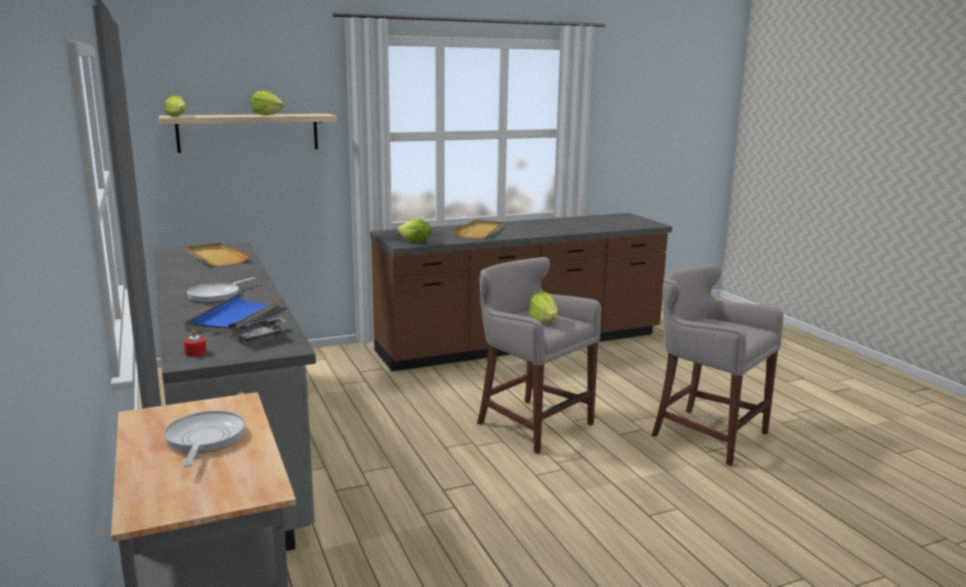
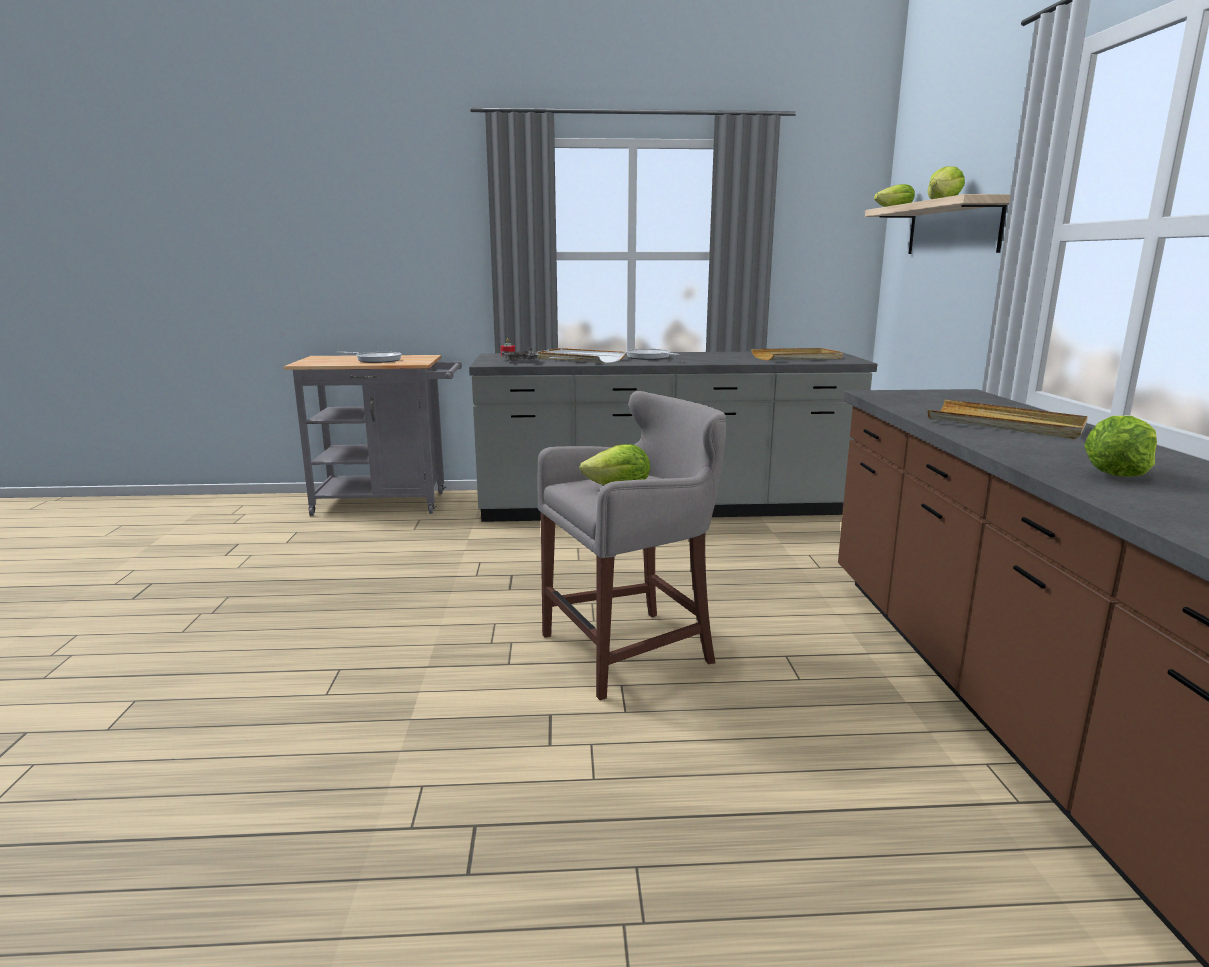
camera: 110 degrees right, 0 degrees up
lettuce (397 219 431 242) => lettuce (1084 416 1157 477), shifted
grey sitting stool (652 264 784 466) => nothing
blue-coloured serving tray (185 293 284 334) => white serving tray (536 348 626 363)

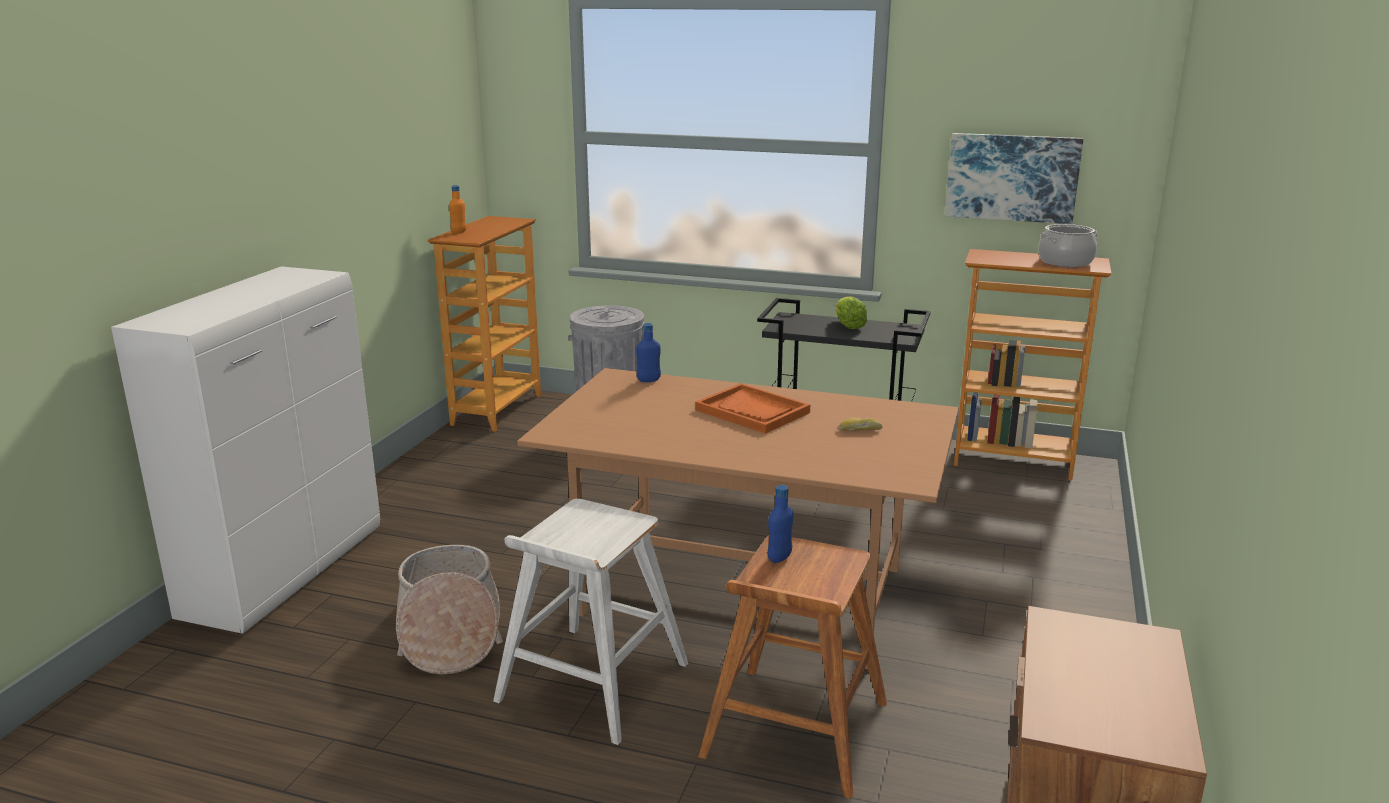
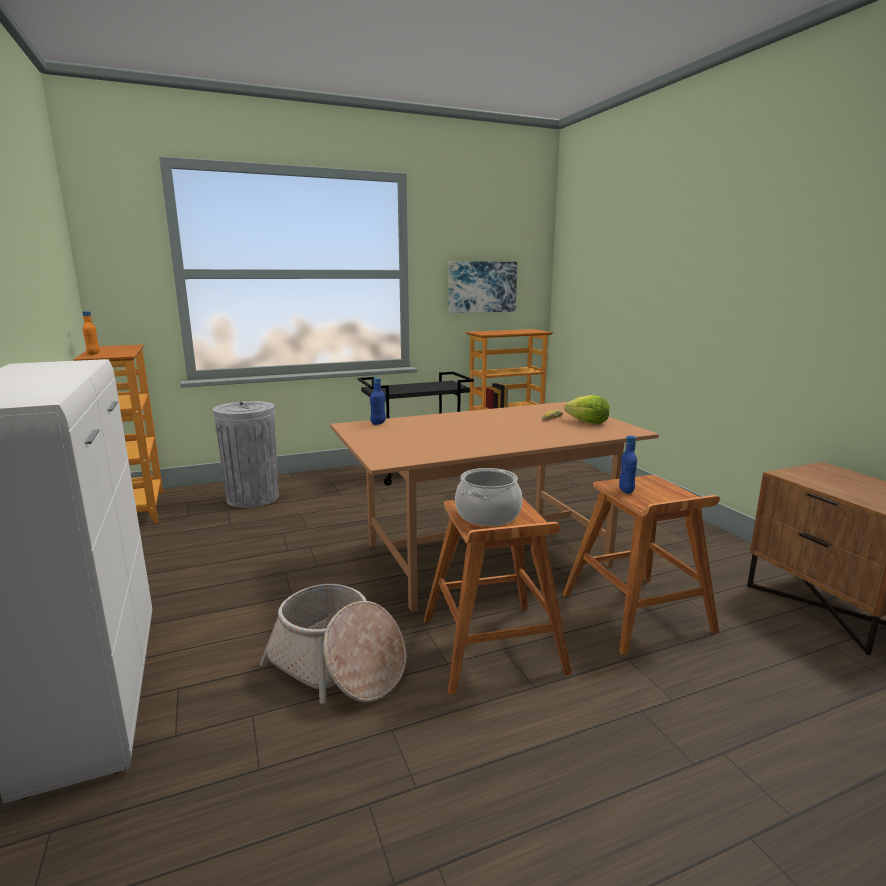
camera: 40 degrees left, 5 degrees down
stockpot (1038 224 1098 267) => stockpot (455 468 522 526), shifted
lettuce (836 296 867 329) => lettuce (564 395 609 424), shifted
orange serving tray (695 383 810 434) => nothing
white sitting stool (493 499 688 745) => brown-coloured sitting stool (424 497 572 695)

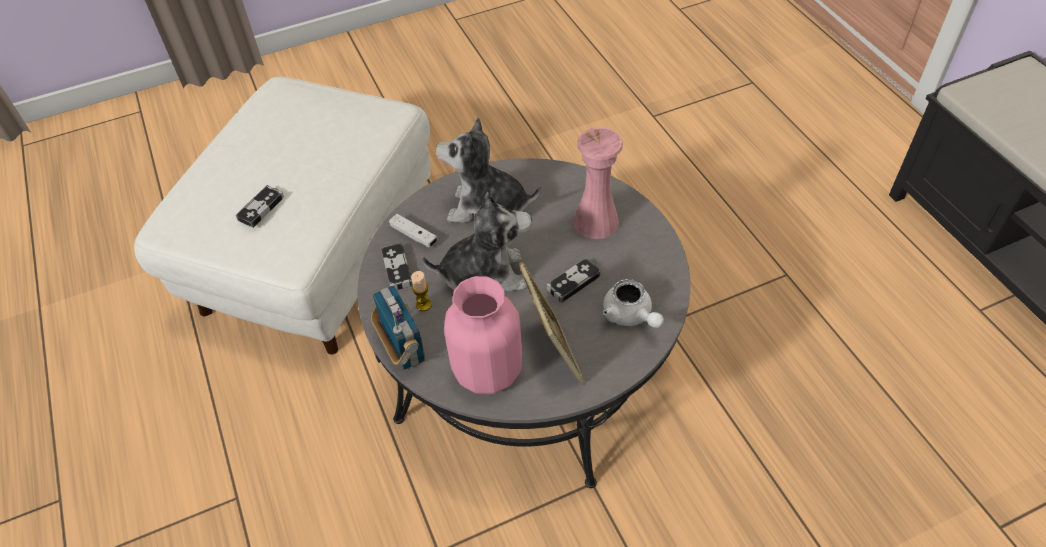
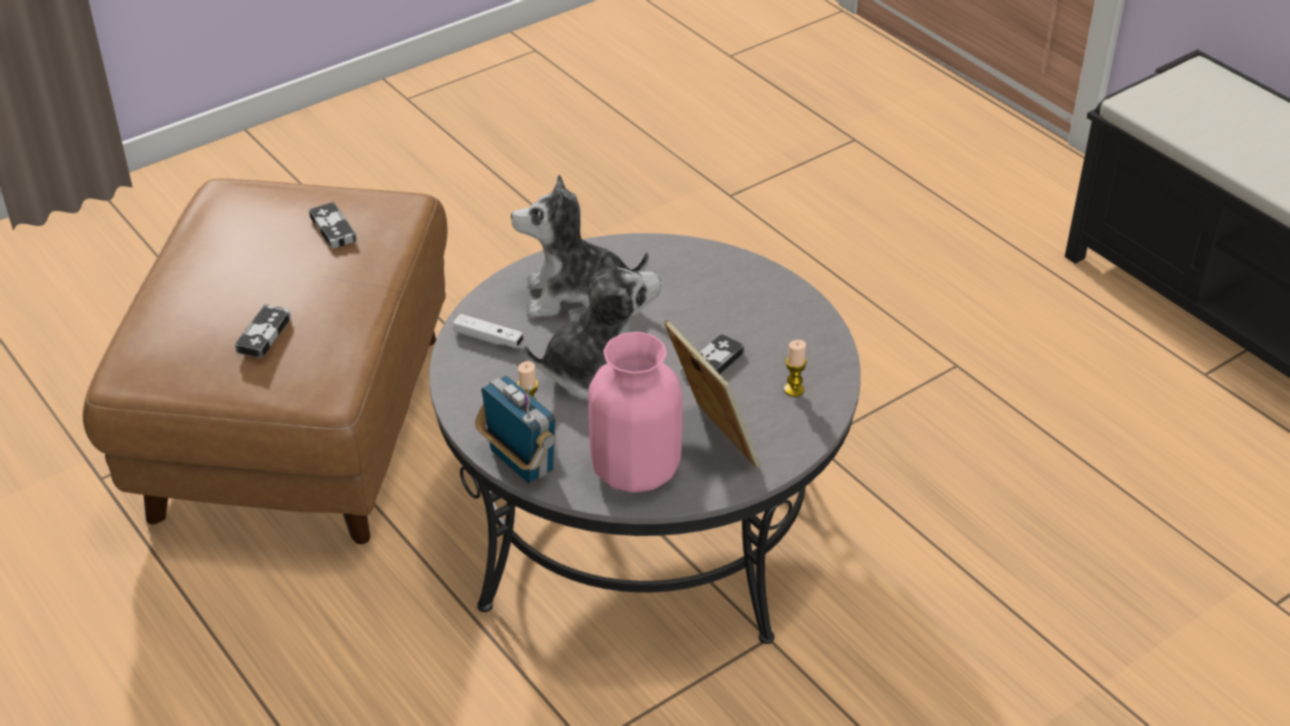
camera: 15 degrees left, 10 degrees down
white pouffe (134 77 430 355) => brown-coloured pouffe (83 178 447 544)
pinkish decorative vase (573 127 623 239) => nothing
game controller (381 243 413 290) => game controller (309 202 357 249), shifted
white pot for tea (603 279 664 328) => wax candle (784 340 807 397)

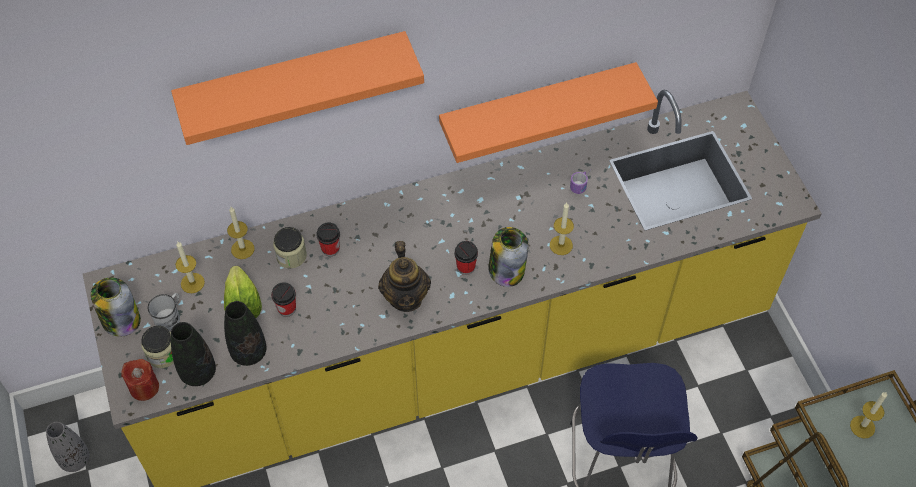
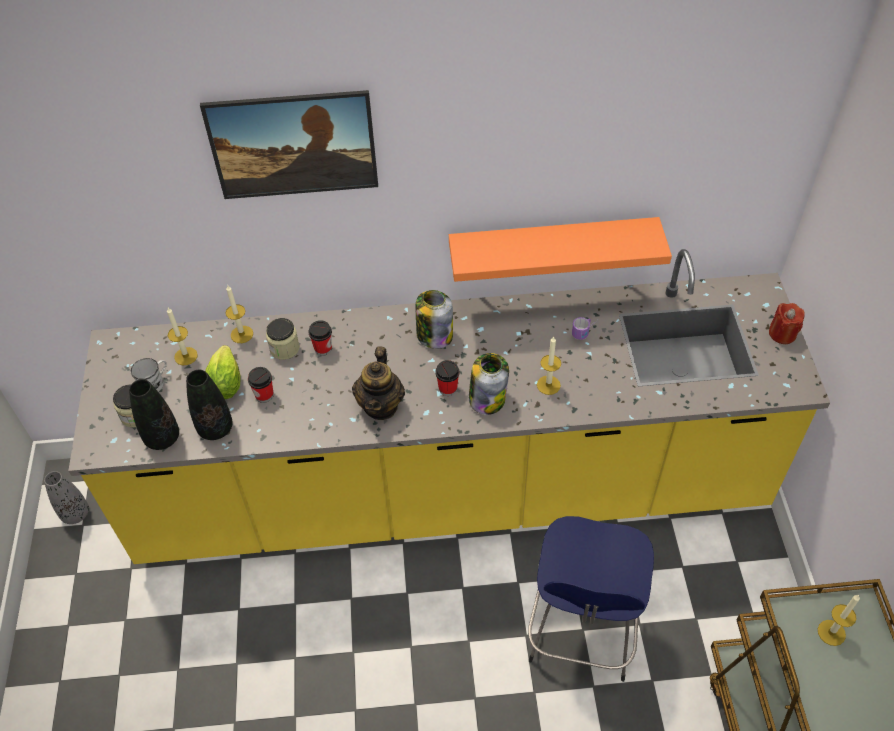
camera: 15 degrees right, 5 degrees down
orange shelf (171 31 424 145) => wall picture (200 90 378 199)
storage jar (91 277 141 337) => storage jar (416 290 453 349), shifted
red-coloured wax candle (121 359 159 401) => red-coloured wax candle (769 303 805 344), shifted

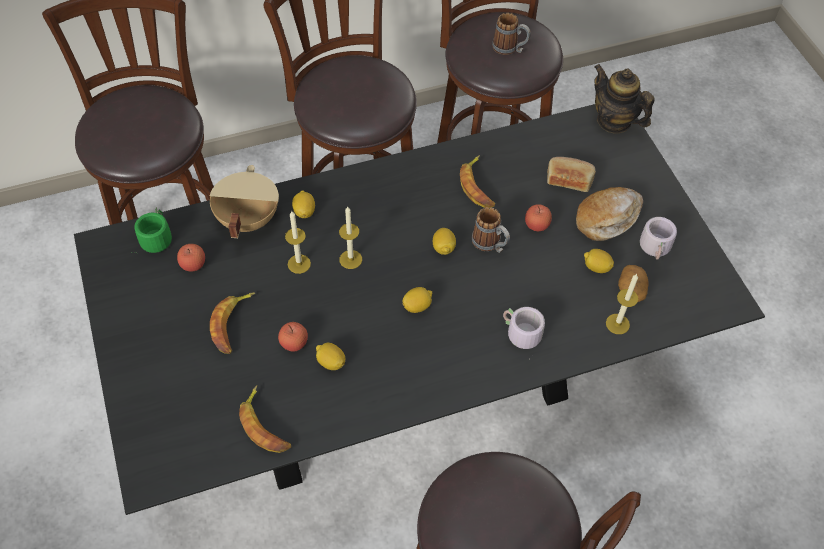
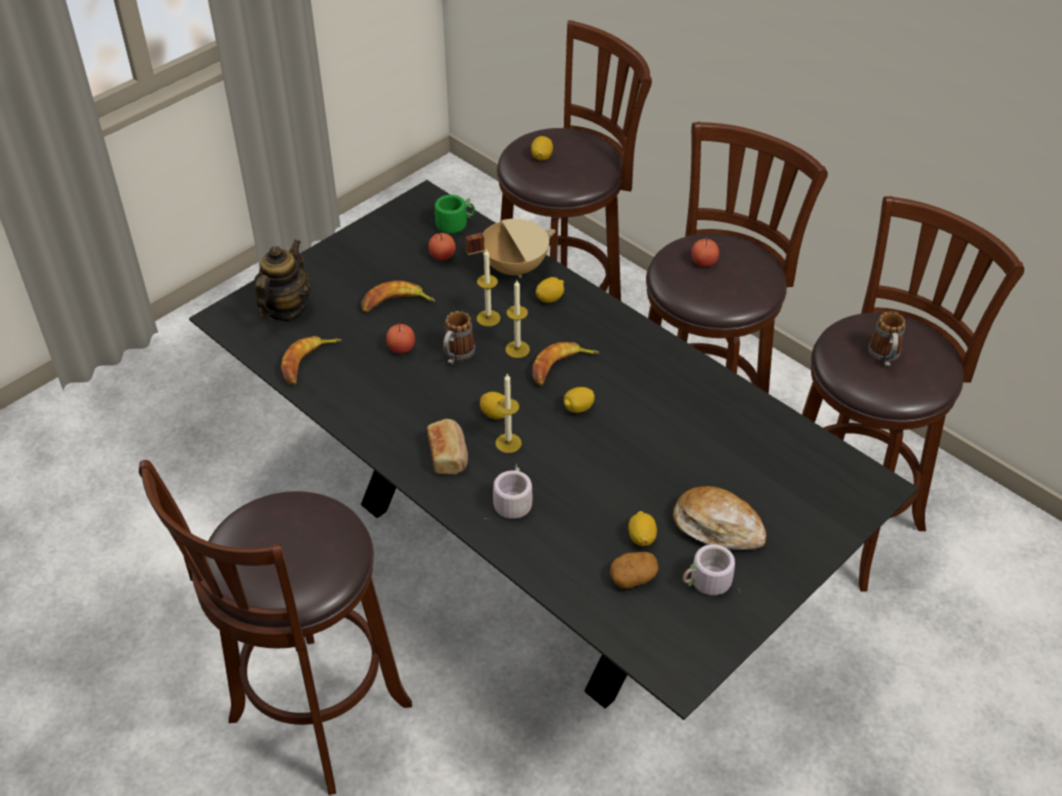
camera: 65 degrees right, 10 degrees down
pot for tea (594 64 655 134) => pot for tea (253 240 311 321), shifted
banana fruit (460 155 495 208) => banana fruit (532 342 600 386), shifted
baked bread (547 157 596 192) => baked bread (427 419 468 475), shifted
apple fruit (525 204 552 231) => apple fruit (691 236 719 267), shifted
coffee mug (472 207 510 253) => coffee mug (443 311 475 364), shifted
wax candle (606 274 638 334) => wax candle (495 374 522 453), shifted
citrus fruit (316 343 345 370) => citrus fruit (531 136 553 160), shifted

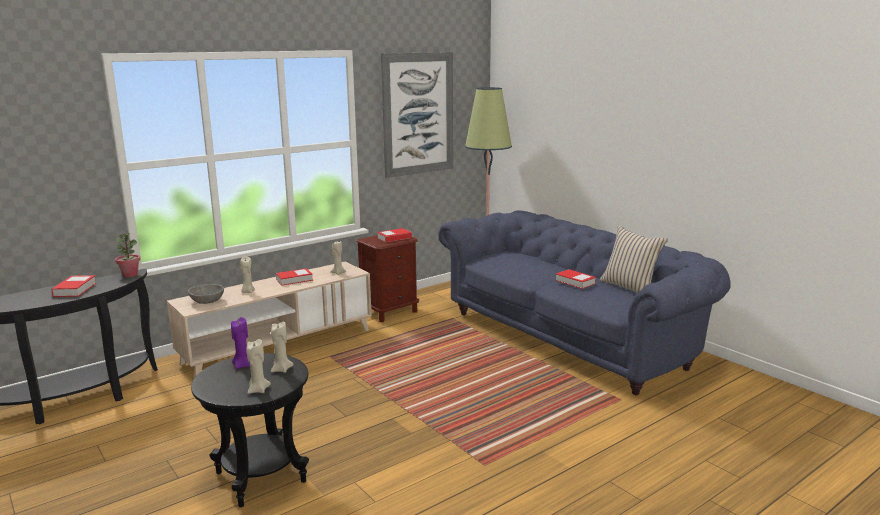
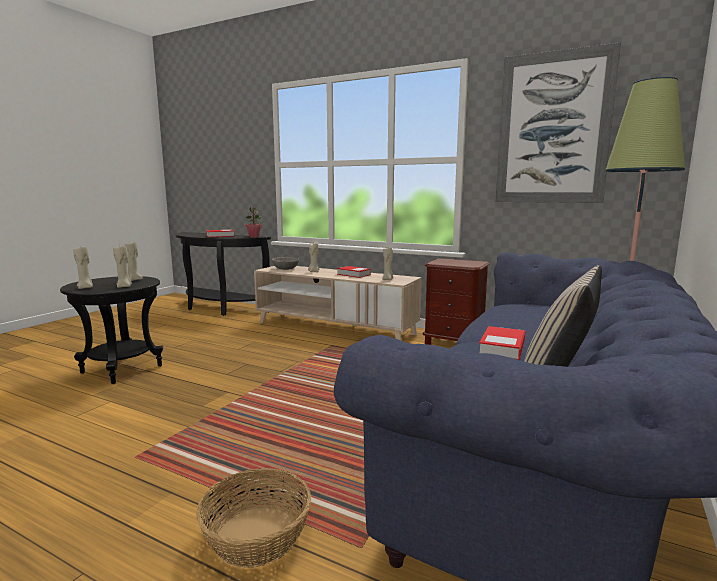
camera: 65 degrees right, 5 degrees down
volume (377 228 412 243) => nothing
purple-coloured wax candle (231 317 250 369) => beige-coloured wax candle (124 242 143 281)
nothing => household basket (196 468 311 568)

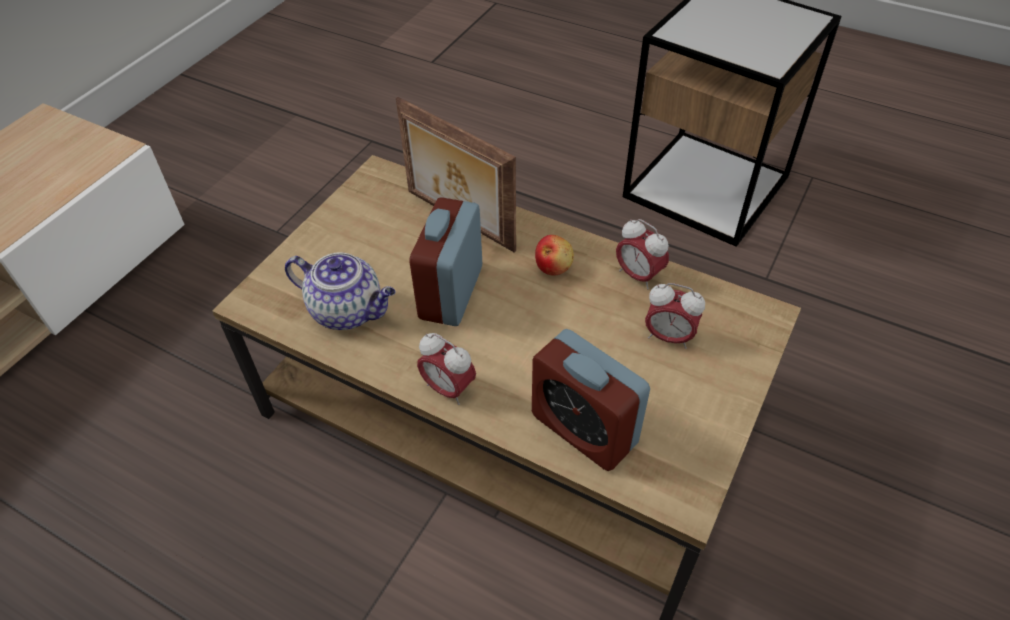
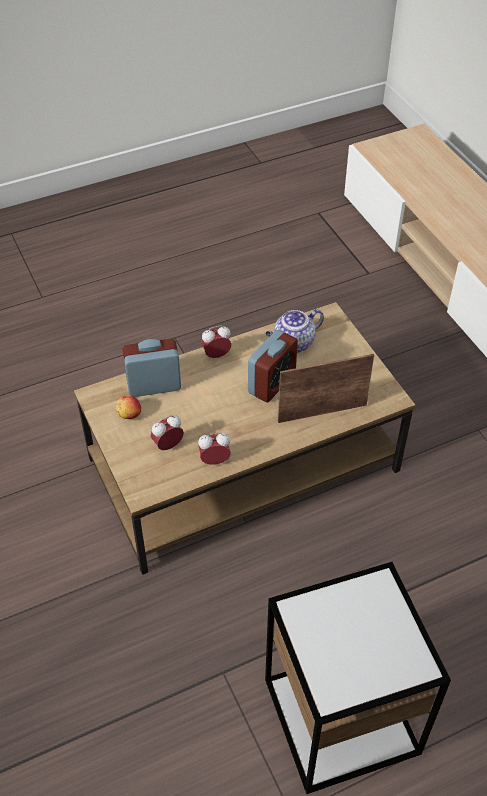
camera: 125 degrees right, 0 degrees up
alarm clock (409 197 482 326) => alarm clock (248 330 298 403), 75 degrees clockwise
apple fruit (535 235 574 276) => apple fruit (116 396 141 419), shifted

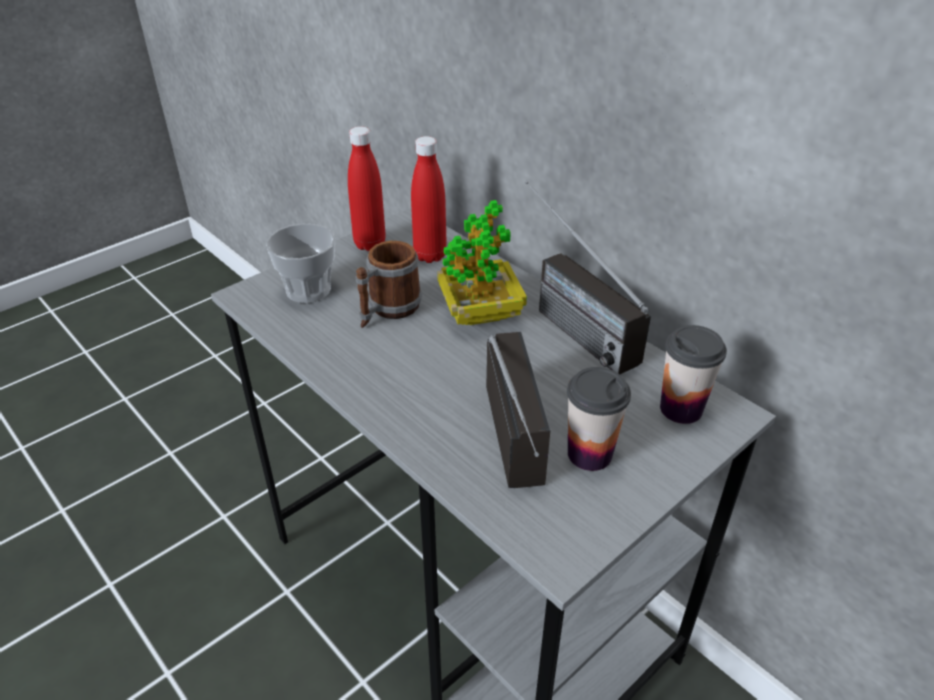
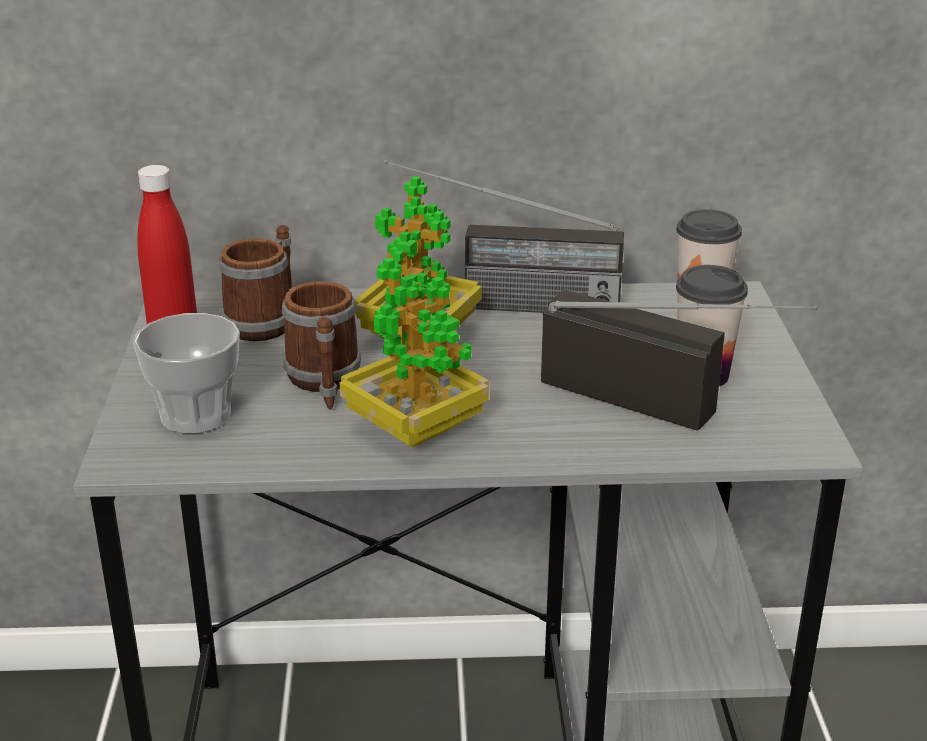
camera: 50 degrees left, 10 degrees down
red-coloured drink bottle (411 136 447 263) => coffee mug (219 225 294 341)
nothing => houseplant (339 257 489 448)

